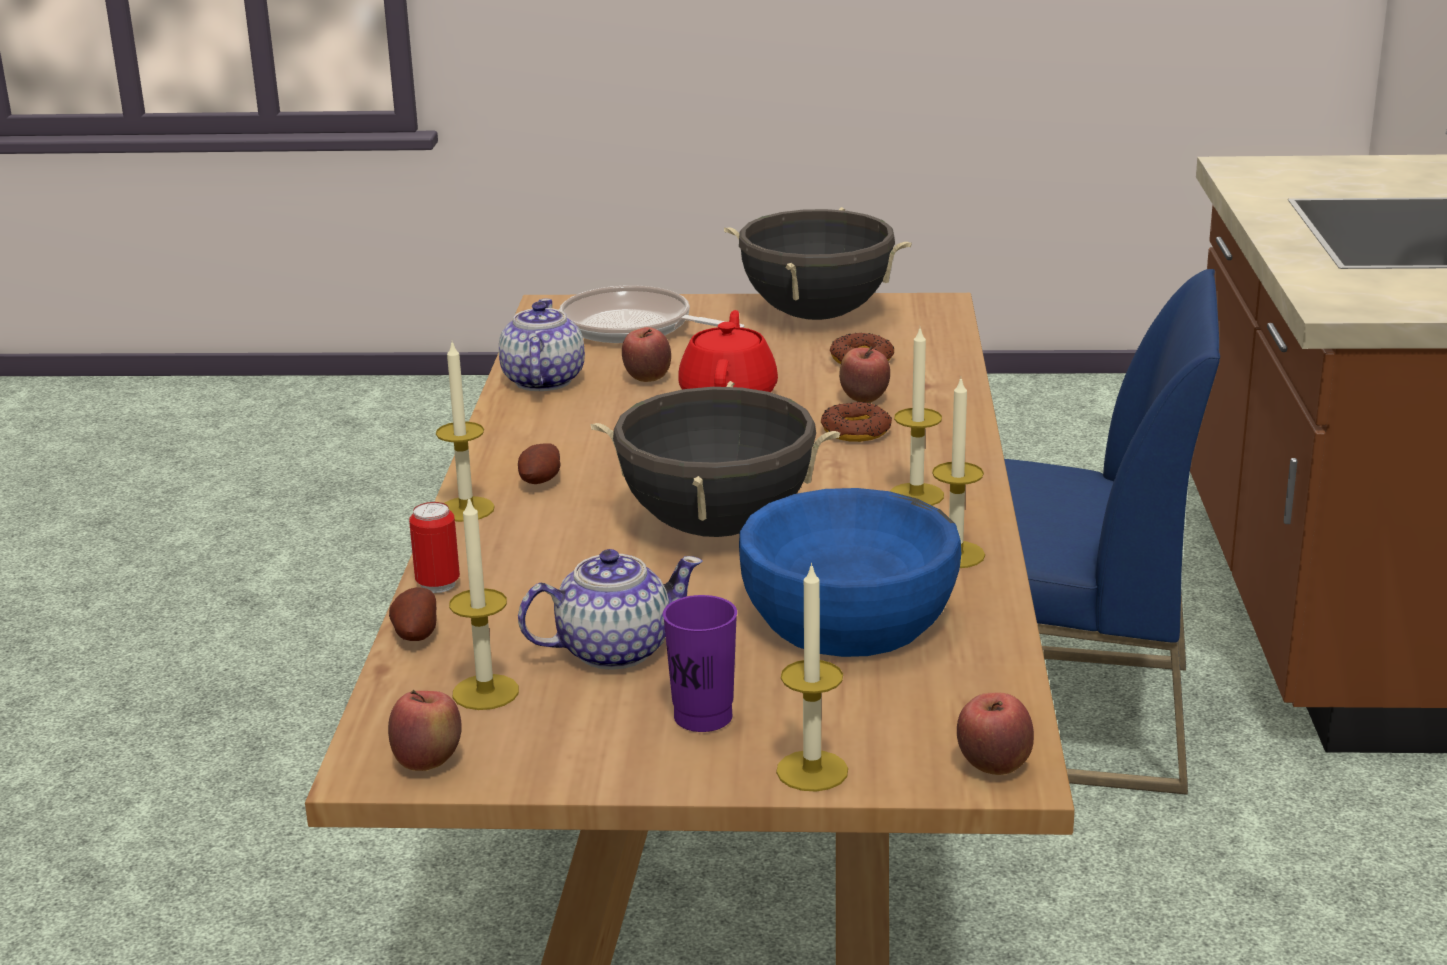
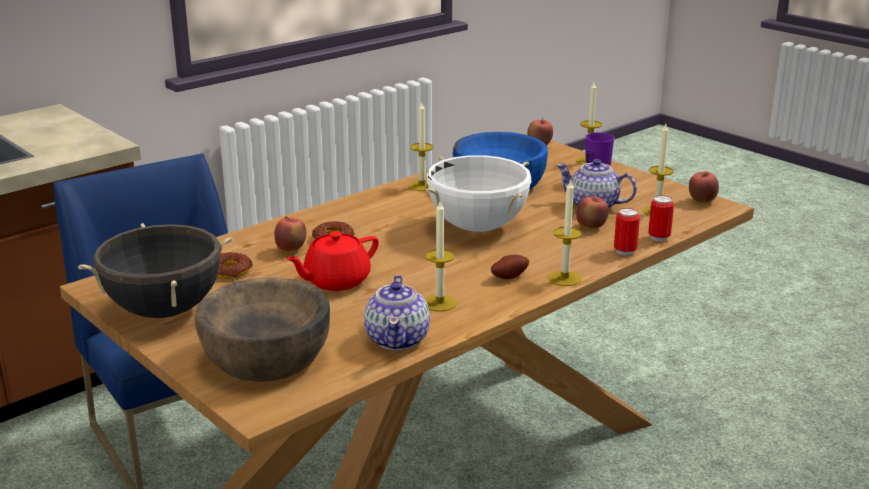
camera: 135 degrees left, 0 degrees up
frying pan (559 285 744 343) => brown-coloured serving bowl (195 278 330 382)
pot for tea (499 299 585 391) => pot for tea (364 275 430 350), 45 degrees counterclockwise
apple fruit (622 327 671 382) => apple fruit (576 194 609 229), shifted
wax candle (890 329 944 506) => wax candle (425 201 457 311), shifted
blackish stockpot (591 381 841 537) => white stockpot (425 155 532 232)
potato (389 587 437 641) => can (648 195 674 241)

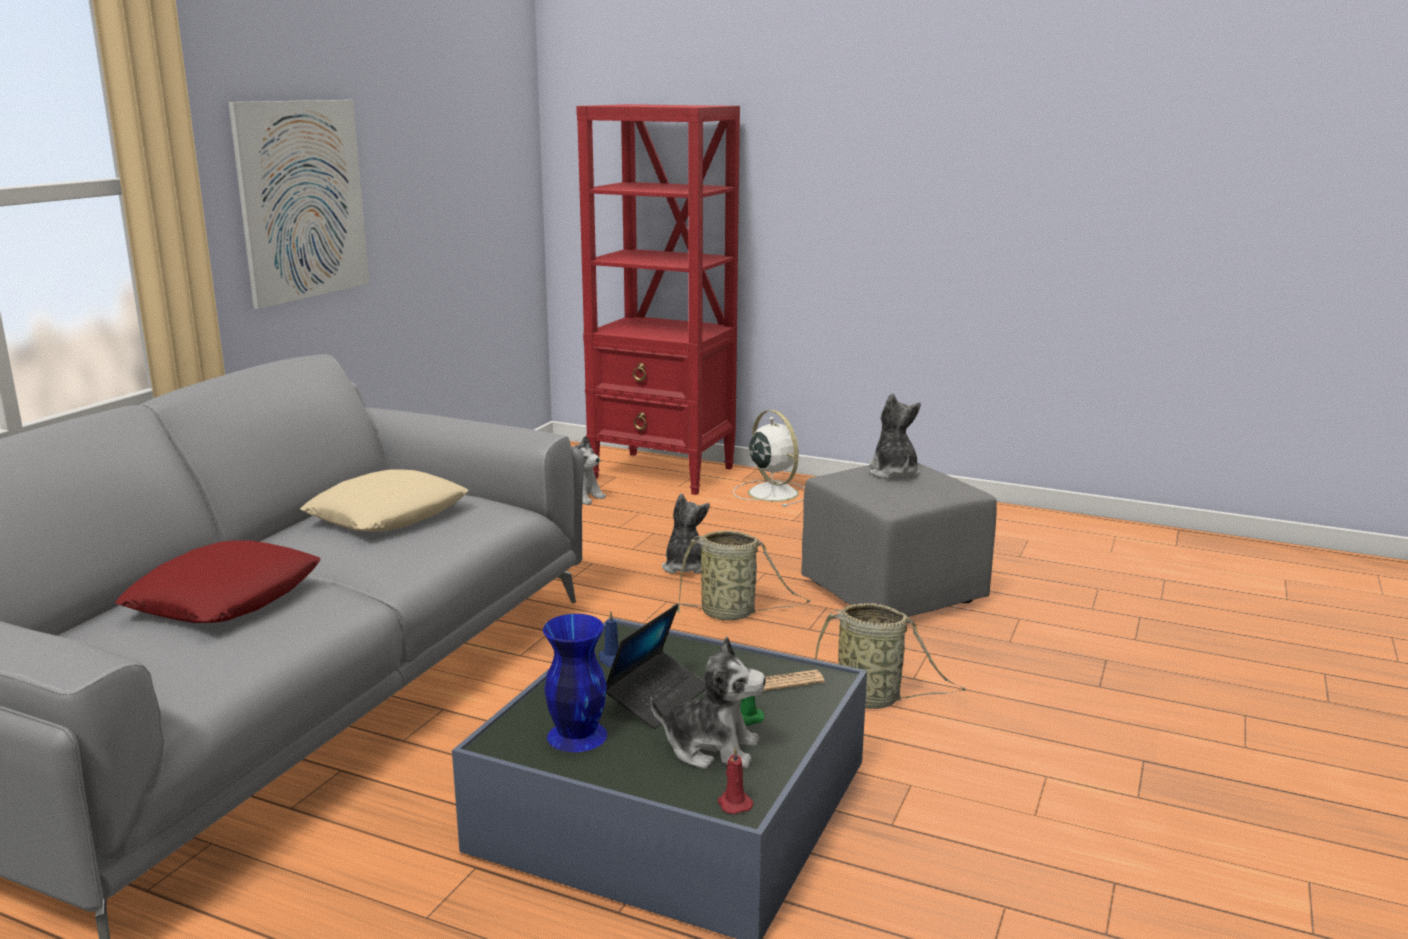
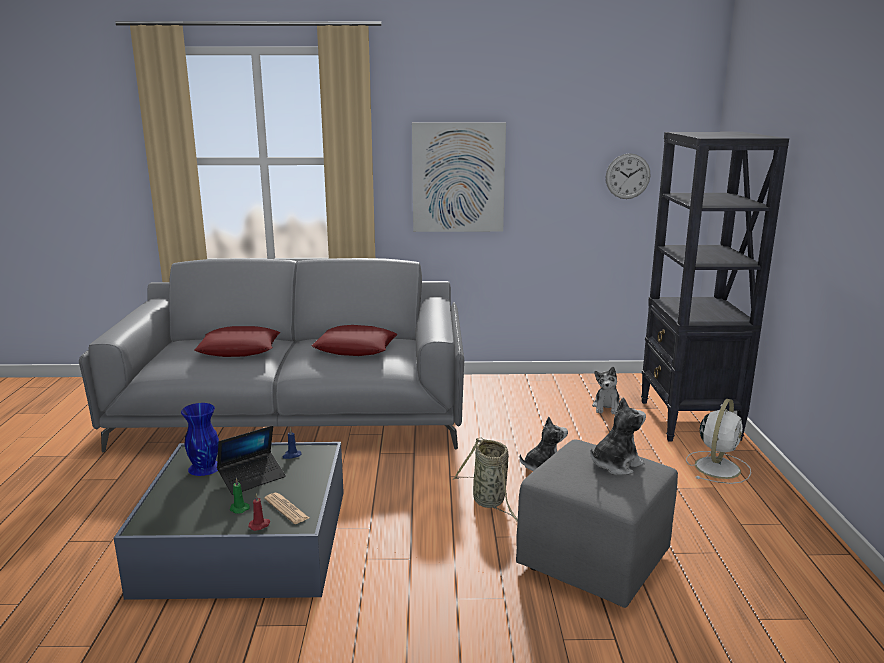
camera: 65 degrees right, 0 degrees up
red-coloured bookcase (576 104 740 495) => blackish bookcase (641 132 789 441)
beige-coloured throw pillow (300 469 469 532) => red-coloured throw pillow (312 325 397 356)
household basket (815 603 967 709) => nothing
portable computer (606 604 706 729) => portable computer (217 426 286 495), 45 degrees counterclockwise
cuddly toy (650 636 766 769) => nothing
red-coloured wax candle (718 747 753 814) => red-coloured wax candle (248 493 271 531), shifted
nothing => clock on the wall (606 153 650 199)

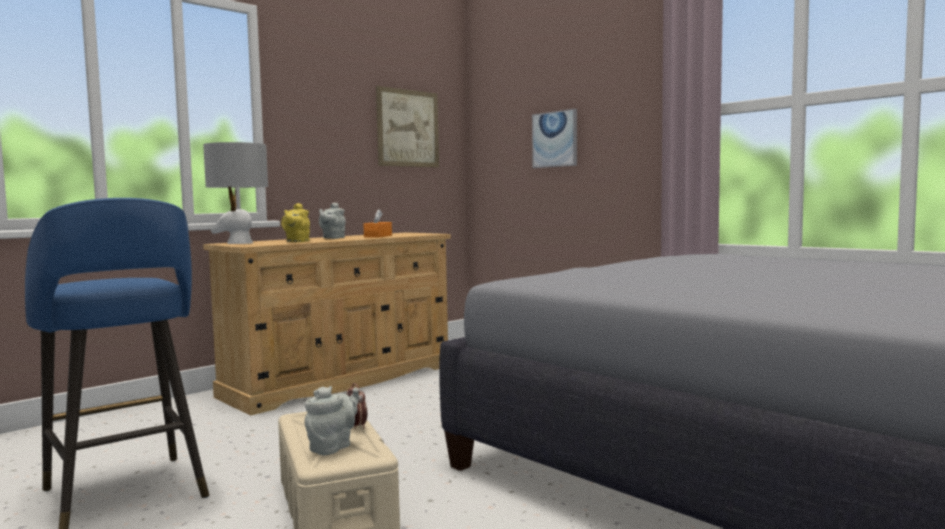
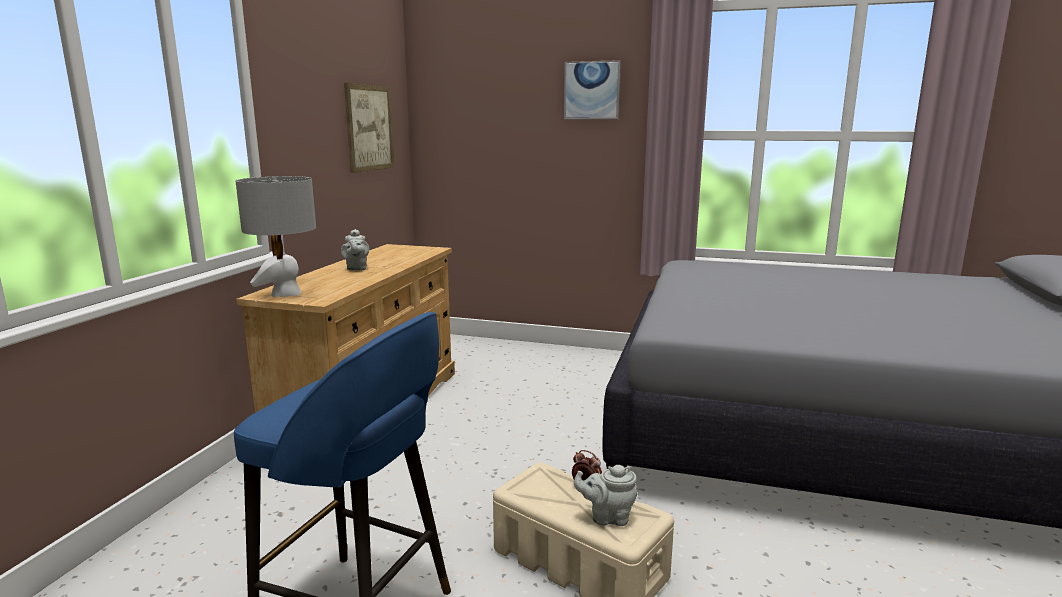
camera: 30 degrees left, 10 degrees up
wall picture (532 109 577 168) => wall picture (564 60 620 119), shifted
yellowish pot for tea (281 203 310 242) => nothing
orange box of tissues (363 209 392 238) => nothing
grey pot for tea (305 386 359 455) => grey pot for tea (574 465 638 526), 90 degrees counterclockwise

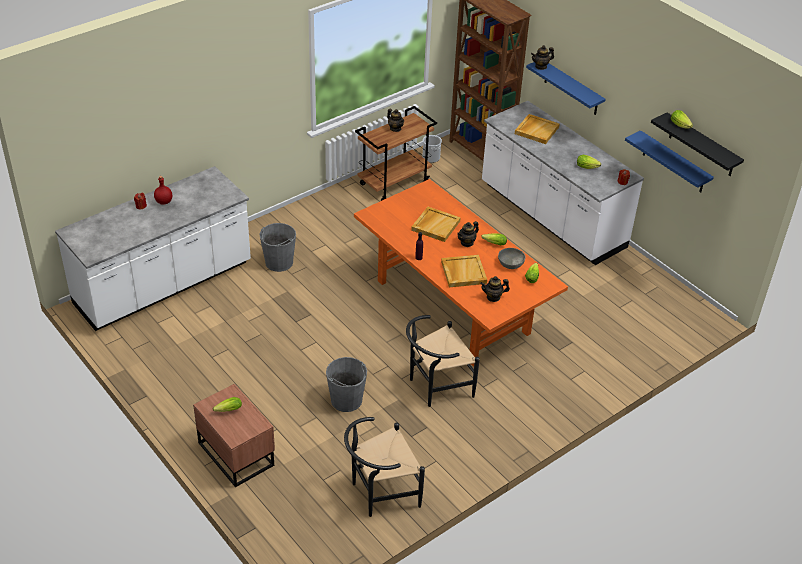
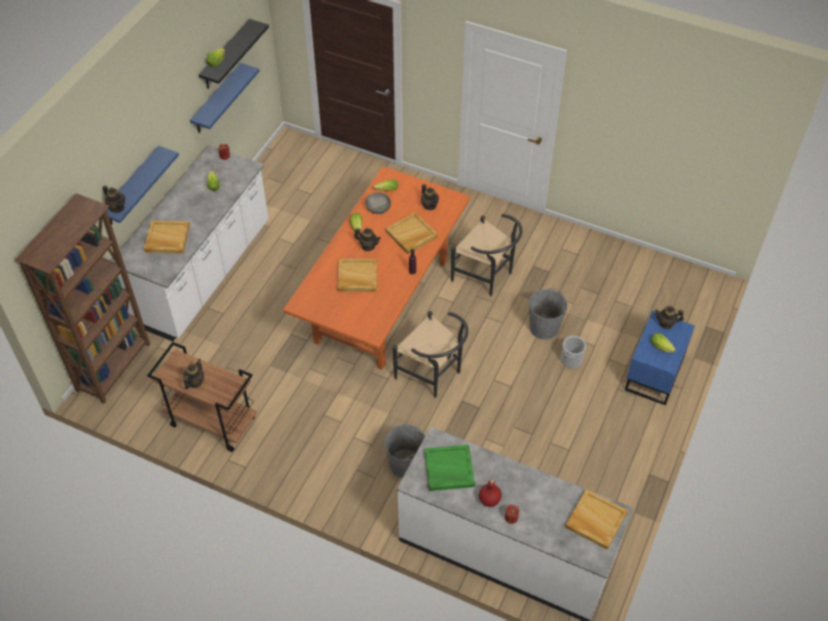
camera: 115 degrees left, 10 degrees up
pail (422 135 442 163) => pail (561 336 586 369), shifted
brown-coloured bedside table (193 384 275 487) => blue-coloured bedside table (625 311 695 405)
blackish chair (344 417 425 517) => blackish chair (393 311 468 398), shifted
nothing => pot for tea (655 306 684 329)
nothing => green-coloured serving tray (425 445 475 491)
nothing => beige-coloured serving tray (565 489 628 550)

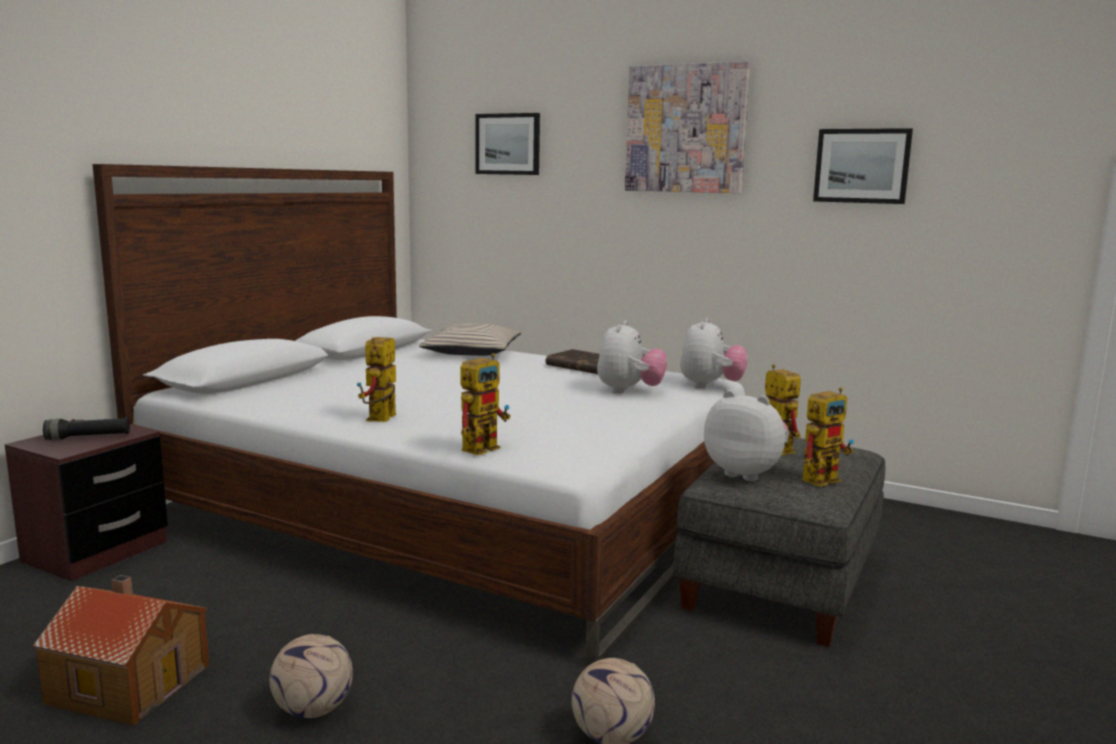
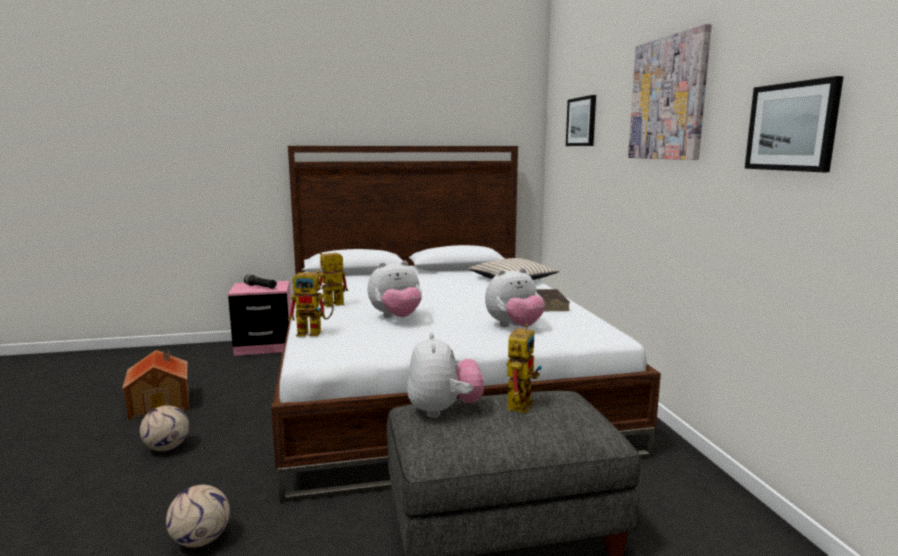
camera: 50 degrees right, 0 degrees up
cuddly toy (680 318 748 388) => cuddly toy (367 261 422 318), shifted
toy robot (802 387 854 487) => nothing
brown-coloured bedside table (5 425 168 581) => pinkish bedside table (228 281 291 356)

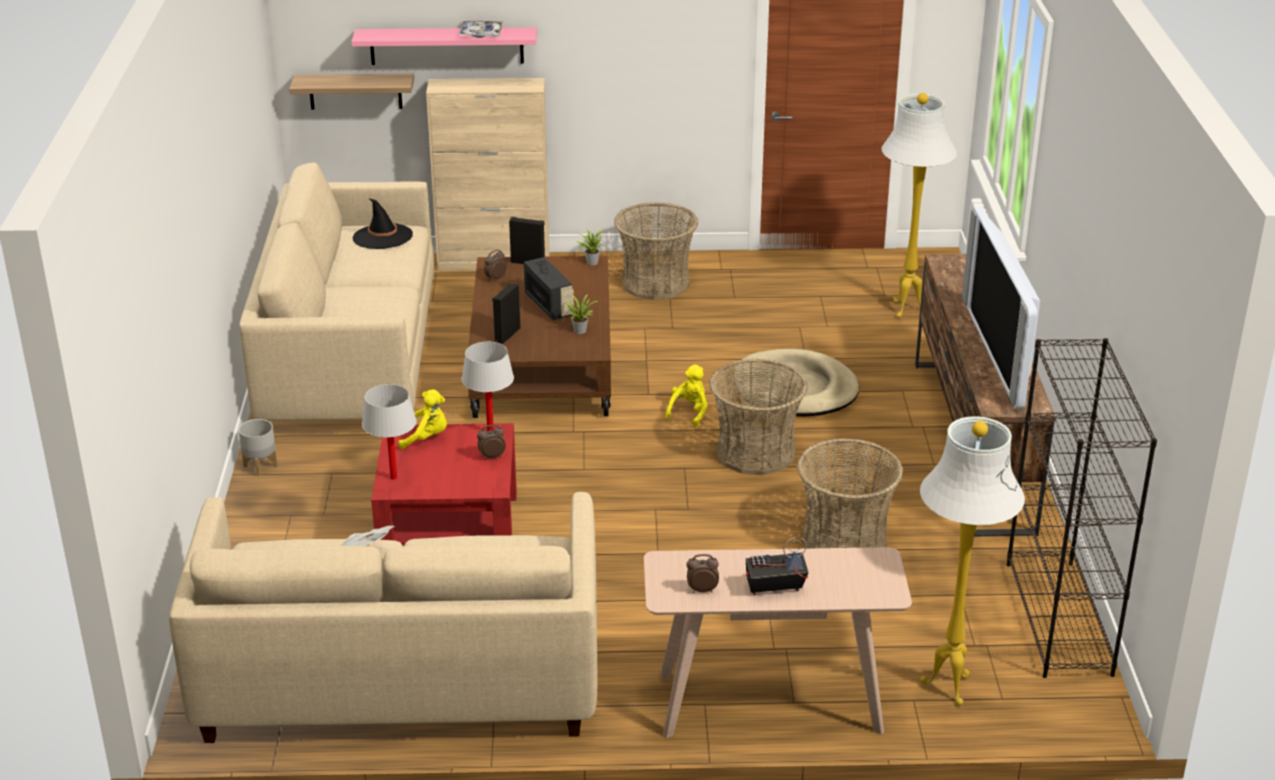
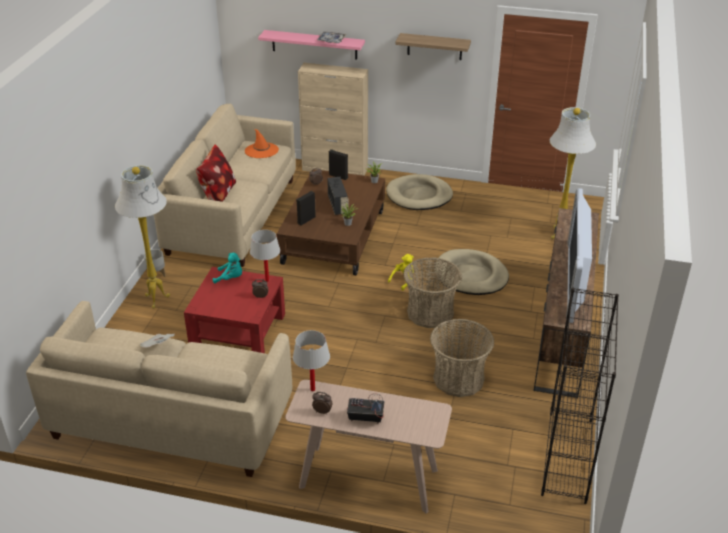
camera: 15 degrees right, 5 degrees up
shelf (289 74 414 110) => shelf (395 33 471 60), shifted
blackish hat (352 198 413 249) => orange hat (245 129 279 158)
household basket (614 202 698 300) => beige-coloured dog cushion (386 174 453 210)
white table lamp (362 384 417 480) => white table lamp (293 330 330 391), shifted
yellowish cuddly toy (398 390 447 449) => blue-green cuddly toy (213 253 242 283)
white standard lamp (920 416 1025 706) => white standard lamp (115 165 170 309), shifted
nothing => throw pillow (196 145 236 202)

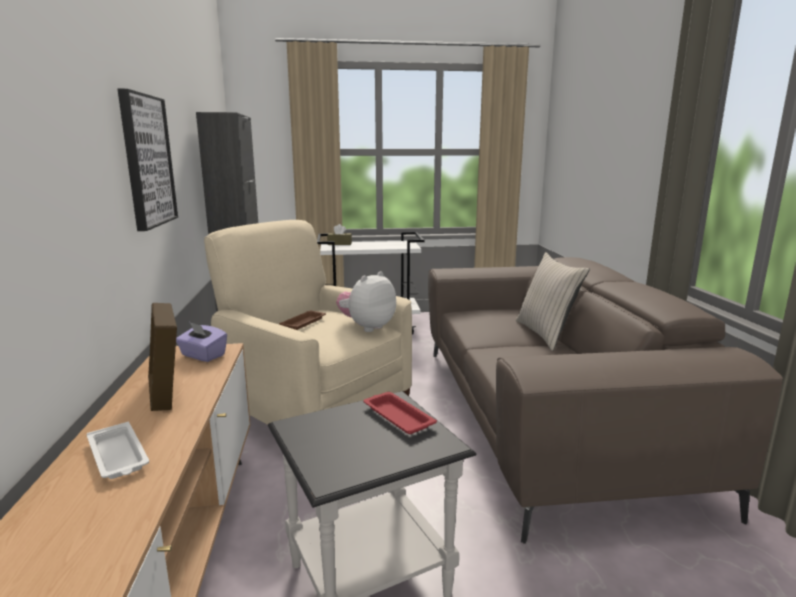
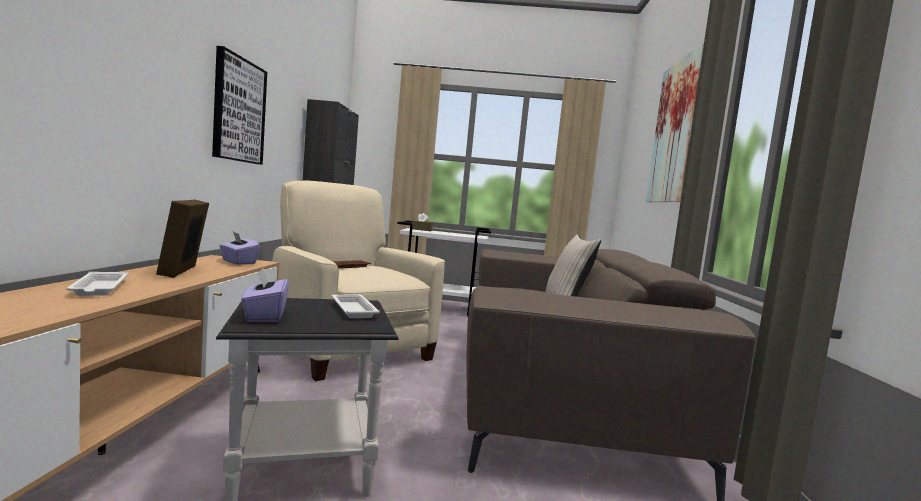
camera: 10 degrees right, 10 degrees down
cuddly toy (336 271 396 332) => nothing
red-coloured serving tray (363 392 437 434) => white serving tray (332 295 380 318)
nothing => wall picture (646 42 704 202)
nothing => purple-coloured box of tissues (241 267 289 322)

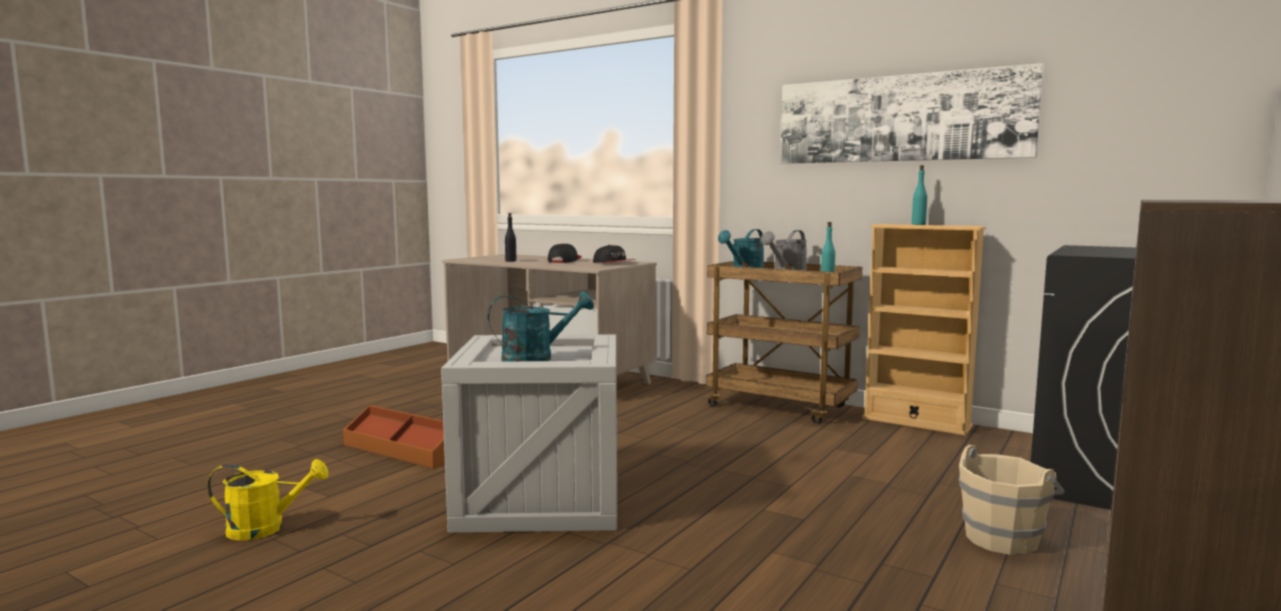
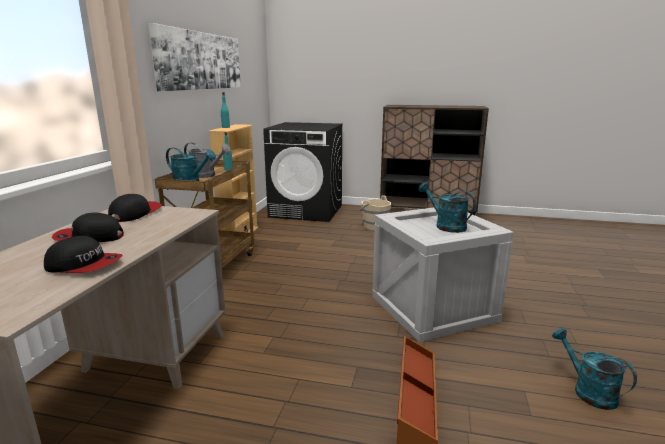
camera: 110 degrees left, 10 degrees up
blackish drink bottle (505 213 517 262) => cap (44 236 123 273)
yellowish watering pot (207 459 328 541) => blue-green watering pot (552 328 637 410)

